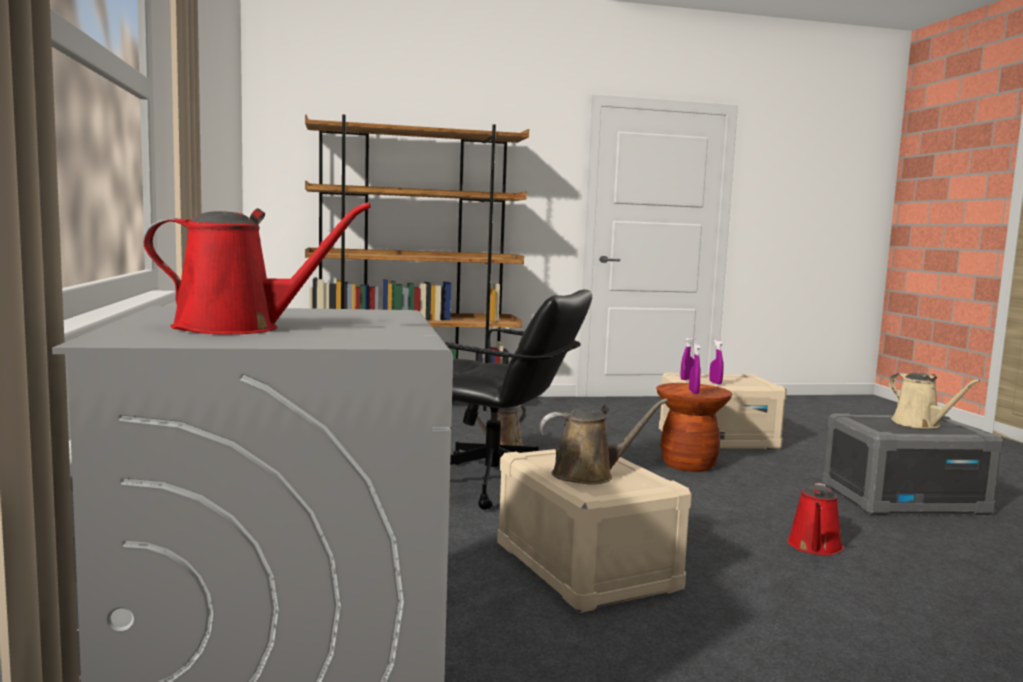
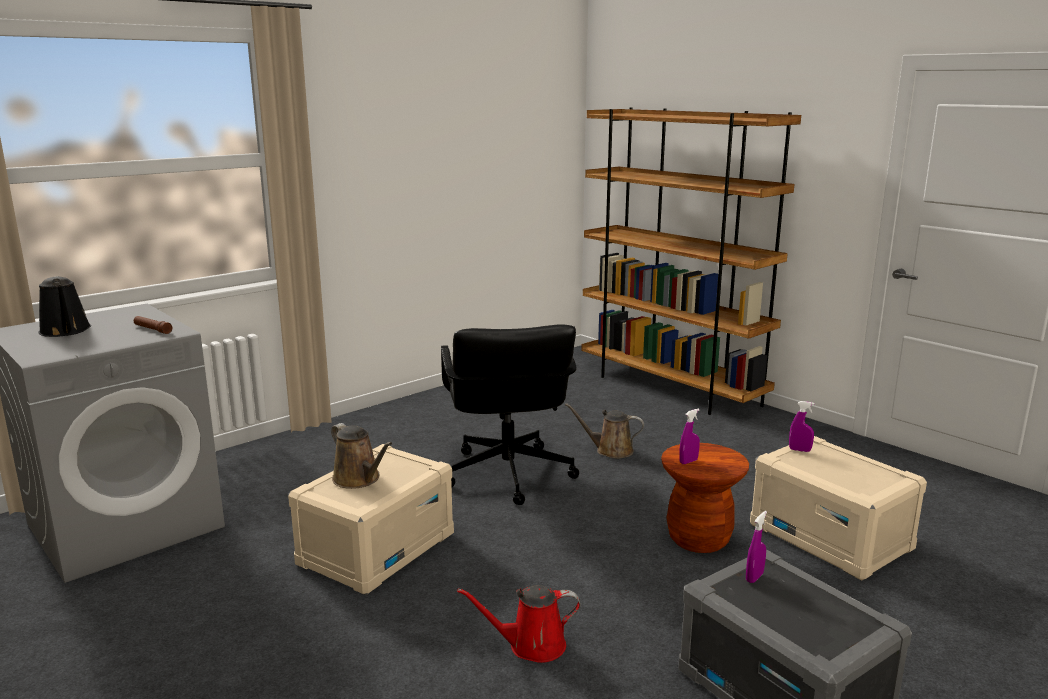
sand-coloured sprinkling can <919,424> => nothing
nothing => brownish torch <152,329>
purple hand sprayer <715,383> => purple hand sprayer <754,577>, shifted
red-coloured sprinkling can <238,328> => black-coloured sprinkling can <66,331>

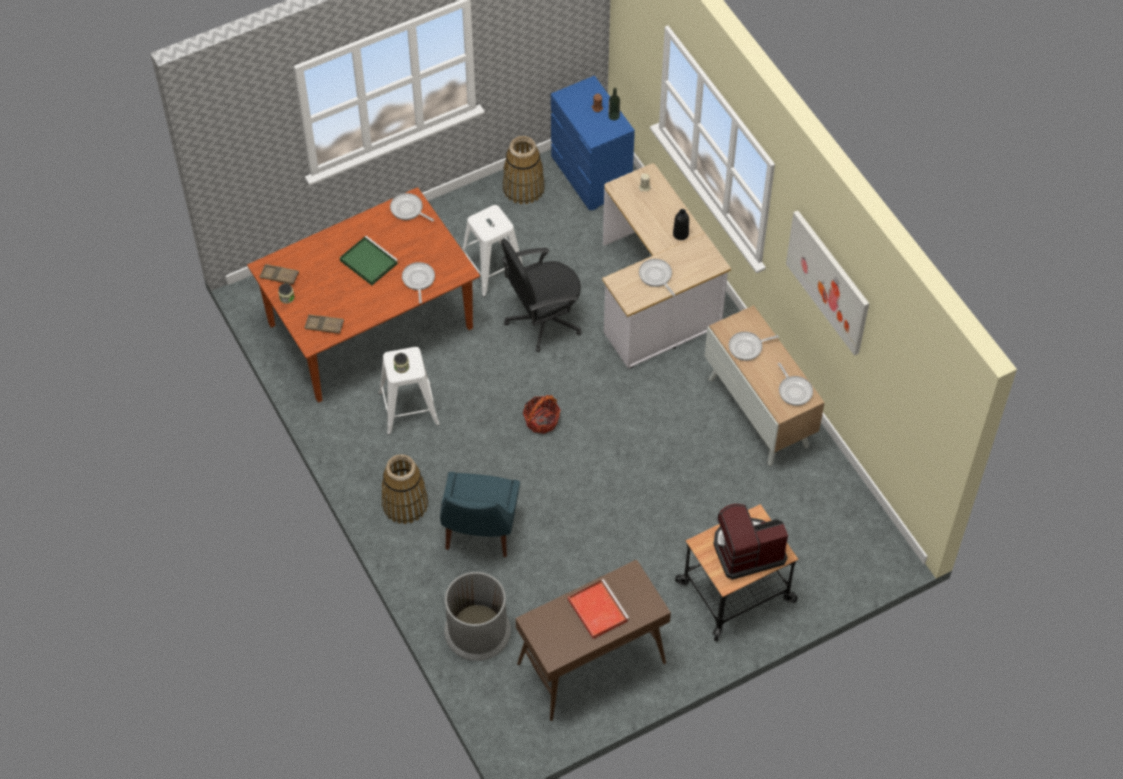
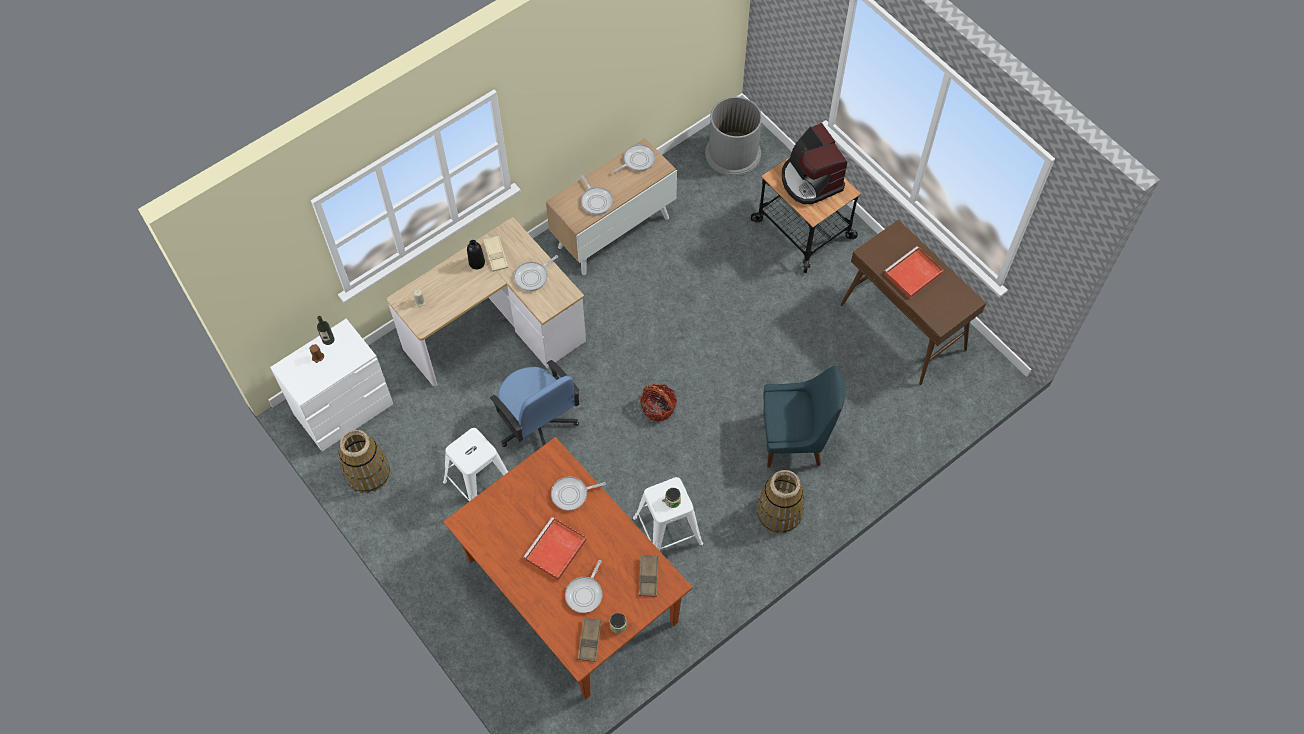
picture <828,282> => nothing
nothing => sand-coloured serving tray <496,255>
pan <408,210> => pan <585,593>, shifted
greyish waste bin <477,630> => greyish waste bin <733,153>, shifted
green-coloured serving tray <367,262> => red-coloured serving tray <555,551>
black-coloured desk chair <543,319> => blue-coloured desk chair <537,426>
blue-coloured chest of drawers <591,175> => white chest of drawers <345,410>

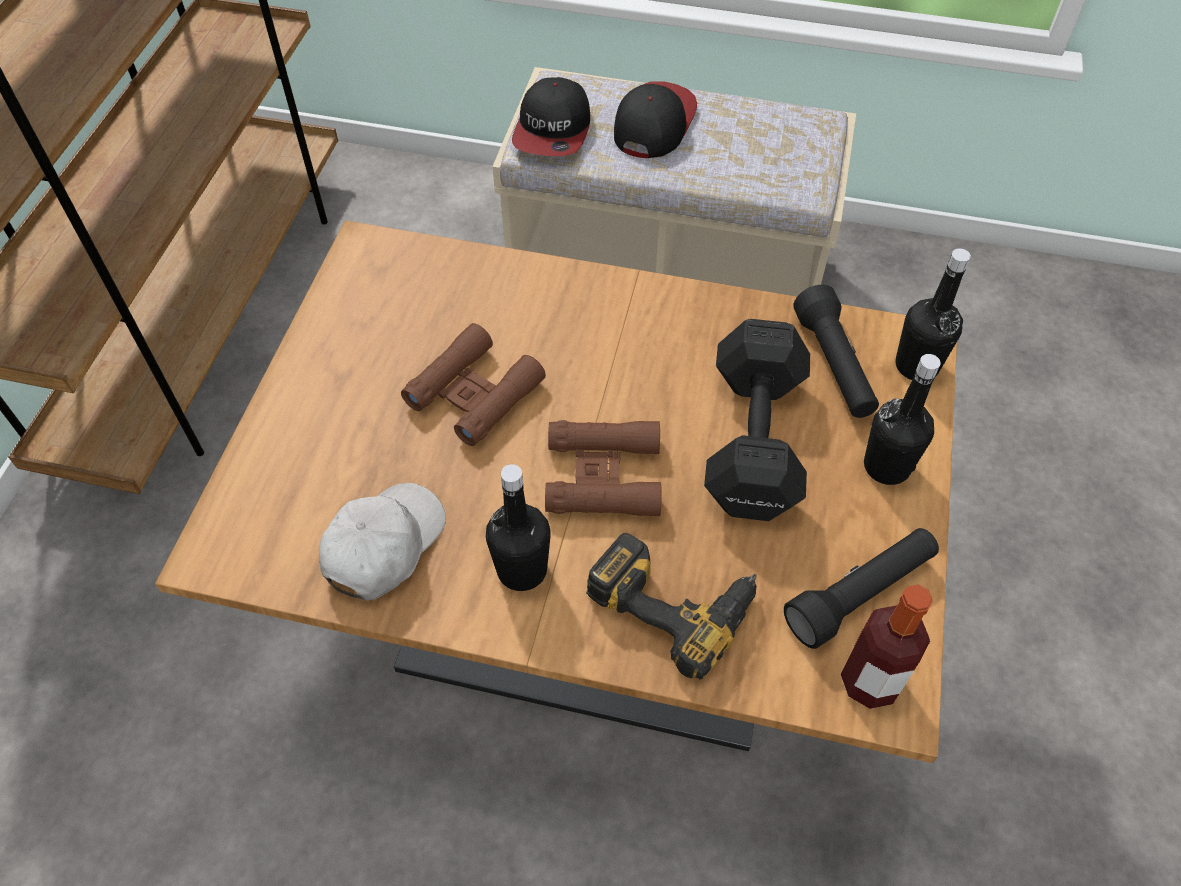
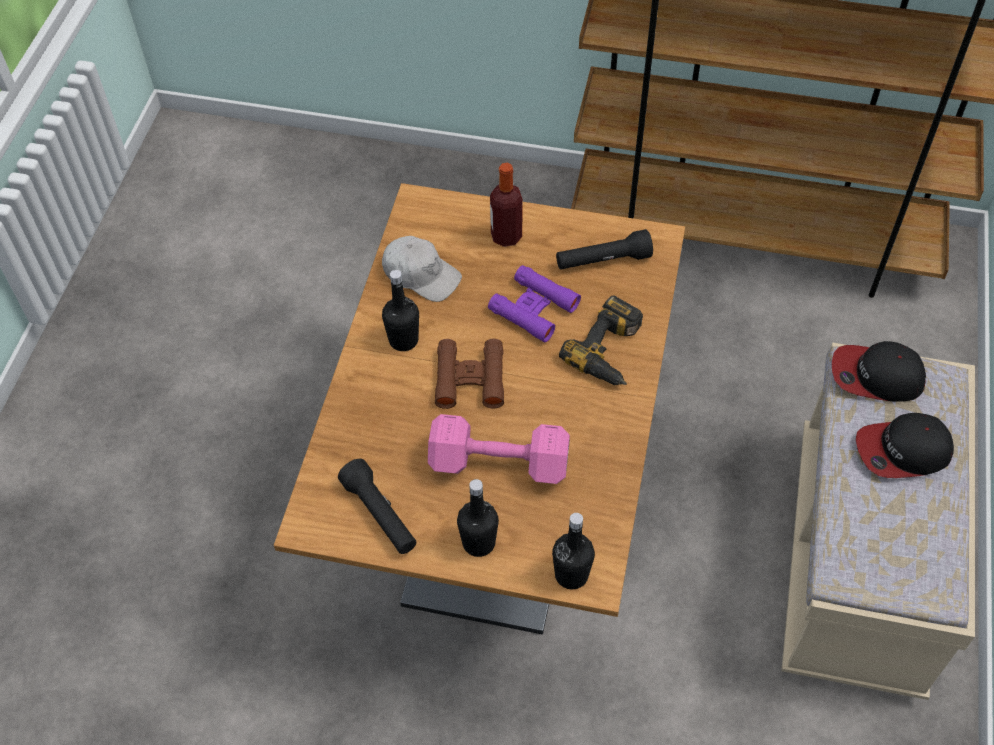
power drill <674,599> => power drill <611,352>, shifted
black-coloured torch <834,366> => black-coloured torch <603,261>, shifted
drink bottle <870,682> => drink bottle <506,236>, shifted
brownish pair of binoculars <474,393> => purple pair of binoculars <534,309>
black-coloured hand weight <756,437> => pinkish hand weight <502,465>
baseball cap <653,123> => baseball cap <902,451>, 150 degrees clockwise

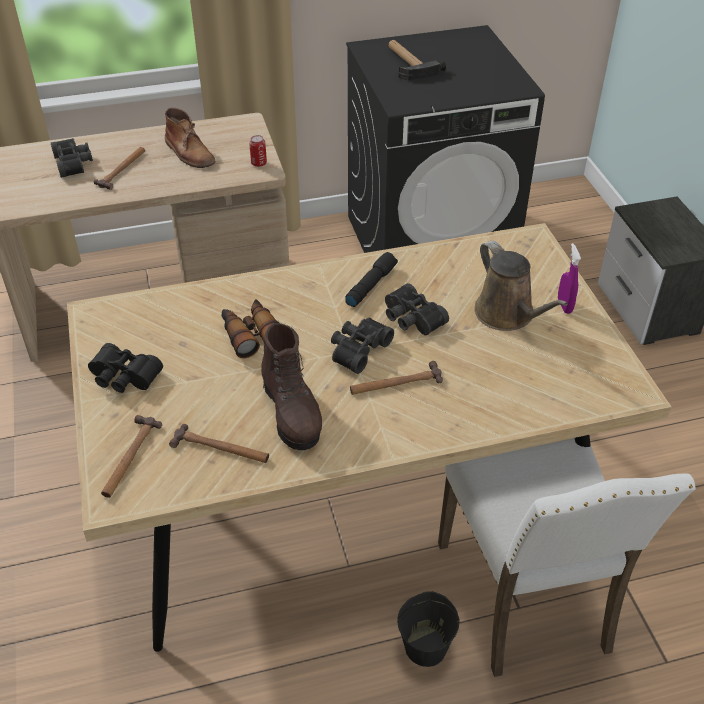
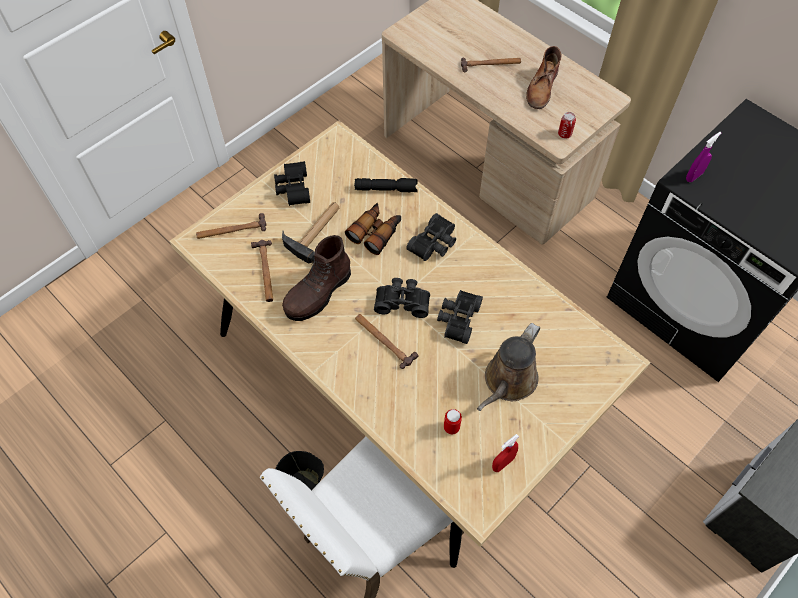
nothing => sealed can <451,427>
nothing => red-coloured hand sprayer <502,463>
black-coloured pair of binoculars <74,163> => black-coloured pair of binoculars <435,244>, shifted
black-coloured torch <370,285> => black-coloured torch <386,188>, shifted
tool hammer <408,63> => tool hammer <315,232>, shifted
purple hand sprayer <564,306> => purple hand sprayer <694,176>, shifted

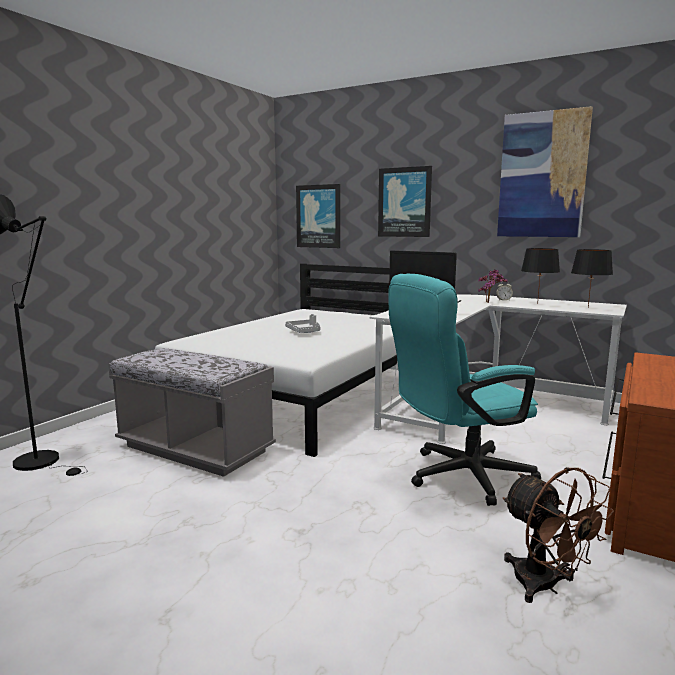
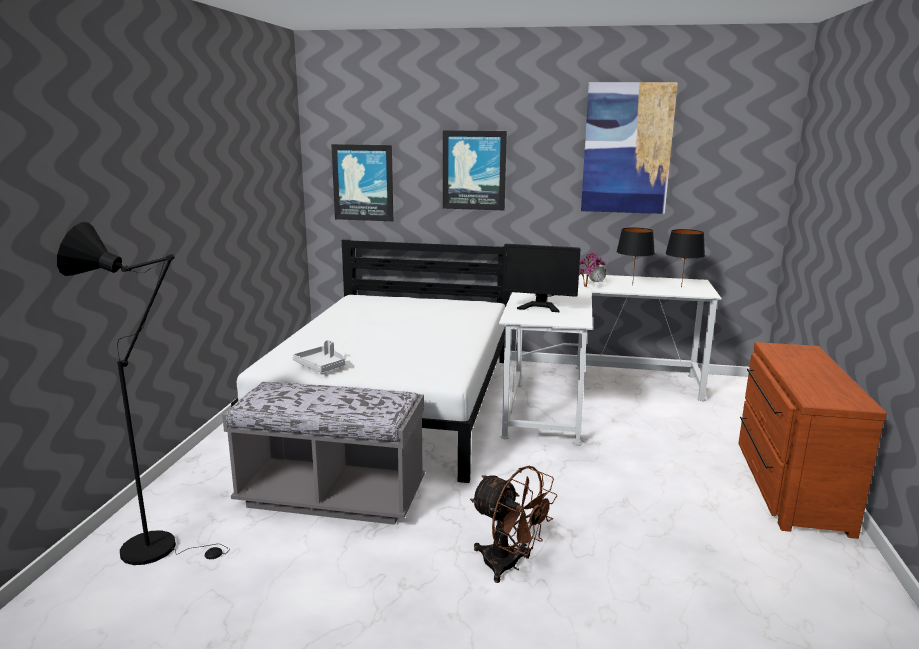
blue-green desk chair <458,476> => nothing
greyish serving tray <304,331> => greyish serving tray <321,366>, shifted
brownish cooling fan <545,586> => brownish cooling fan <509,565>, shifted

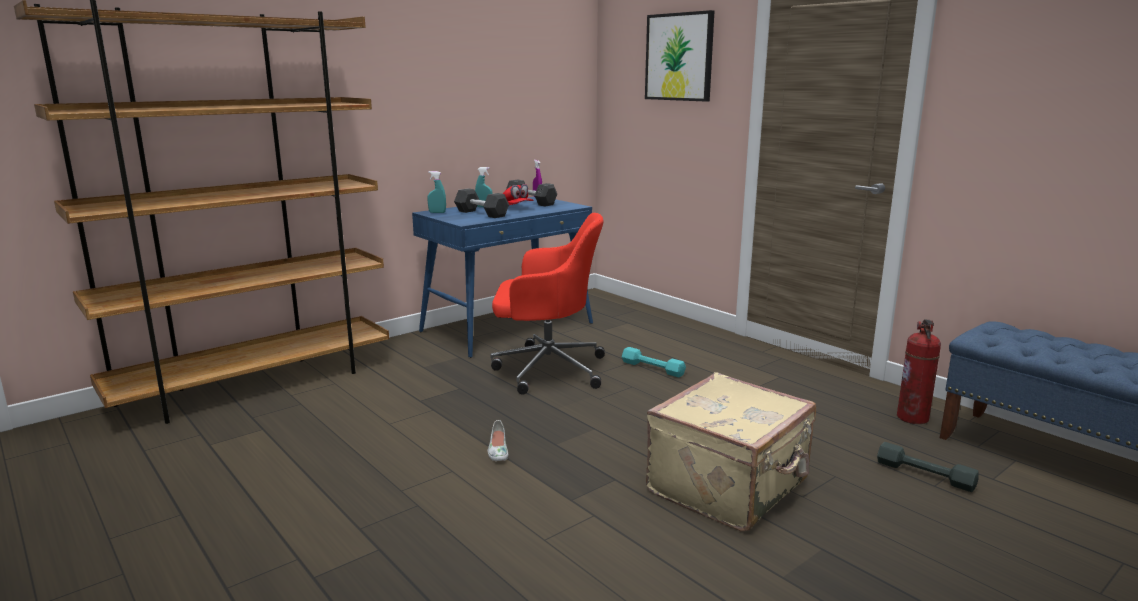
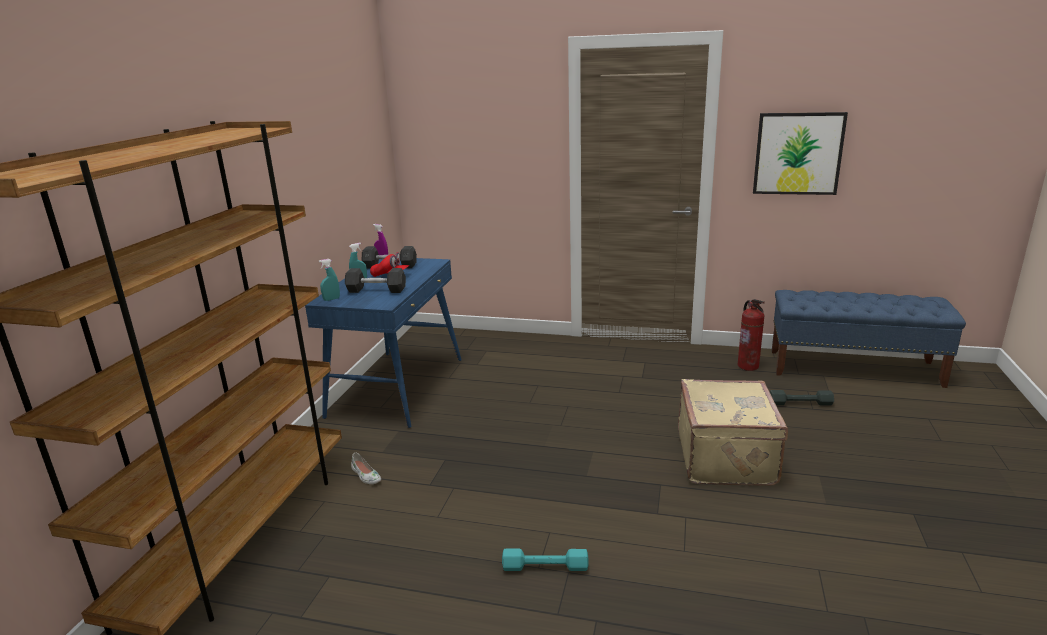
red-coloured desk chair <546,369> => nothing
white low shoe <497,450> => white low shoe <365,475>, shifted
blue-green hand weight <653,368> => blue-green hand weight <545,566>, shifted
picture <679,57> => picture <798,153>, shifted

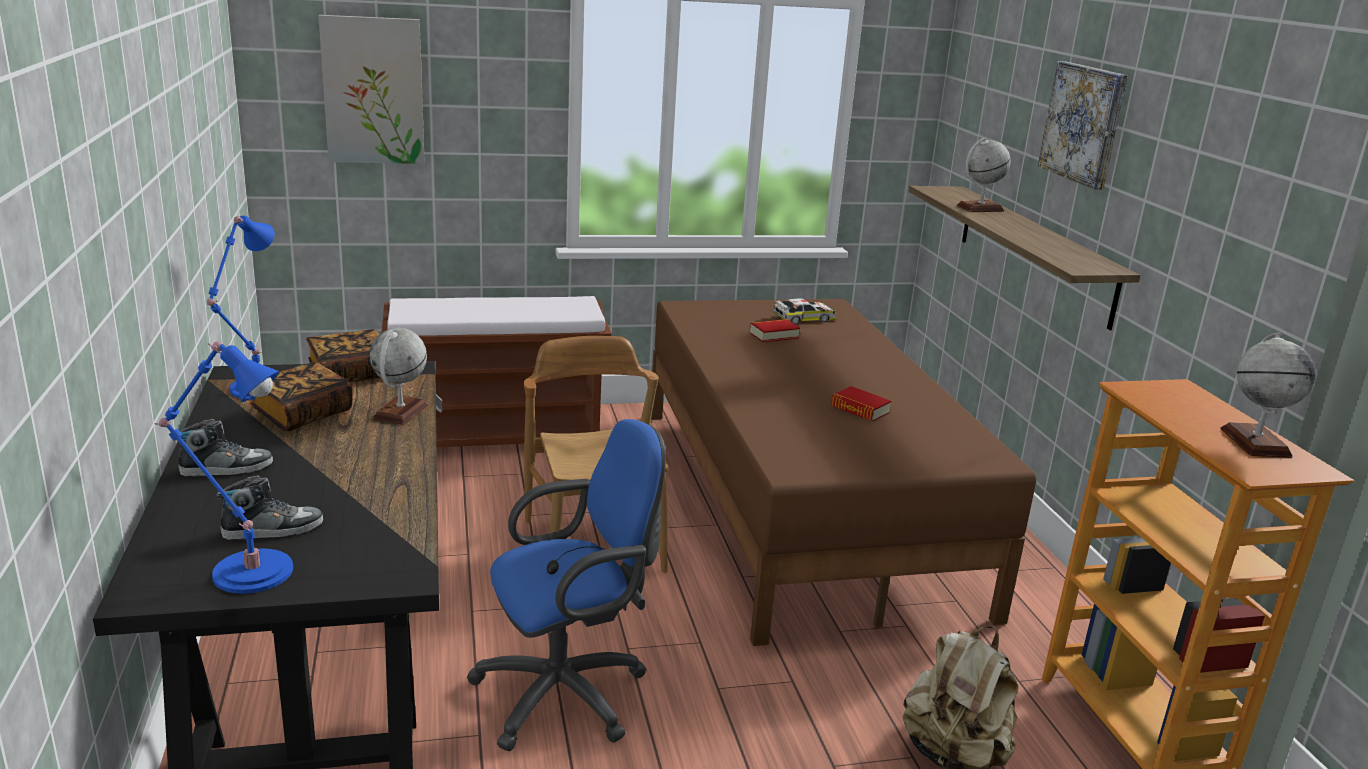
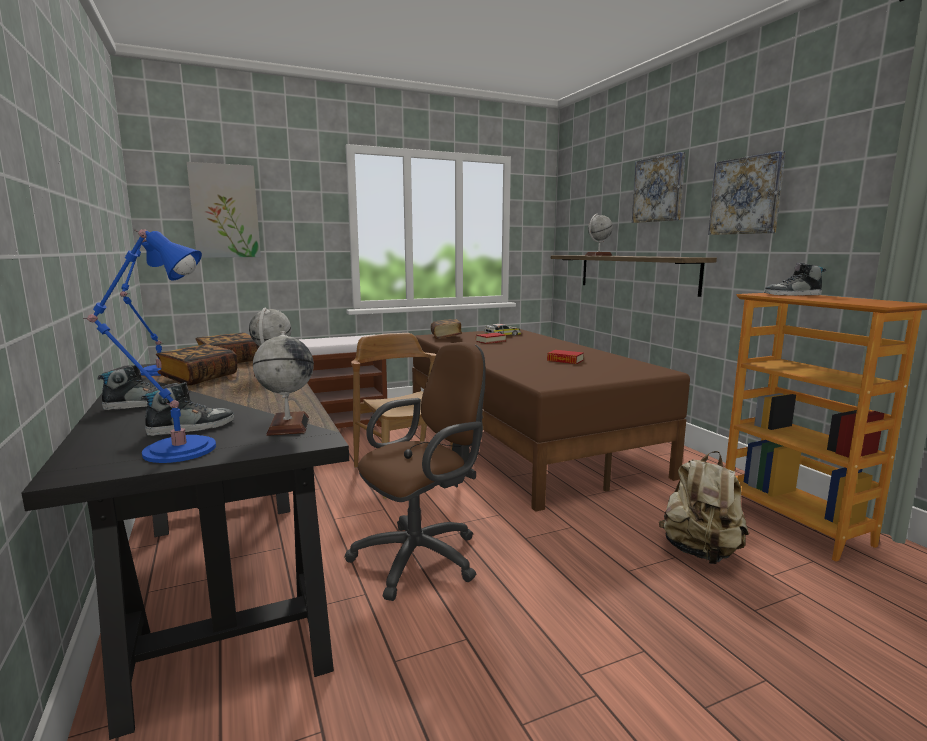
nothing => book <446,337>
nothing => picture <746,196>
nothing => low shoe <792,295>
desk globe <1254,442> => desk globe <288,425>, shifted
blue-coloured desk chair <569,693> => brownish desk chair <423,556>

